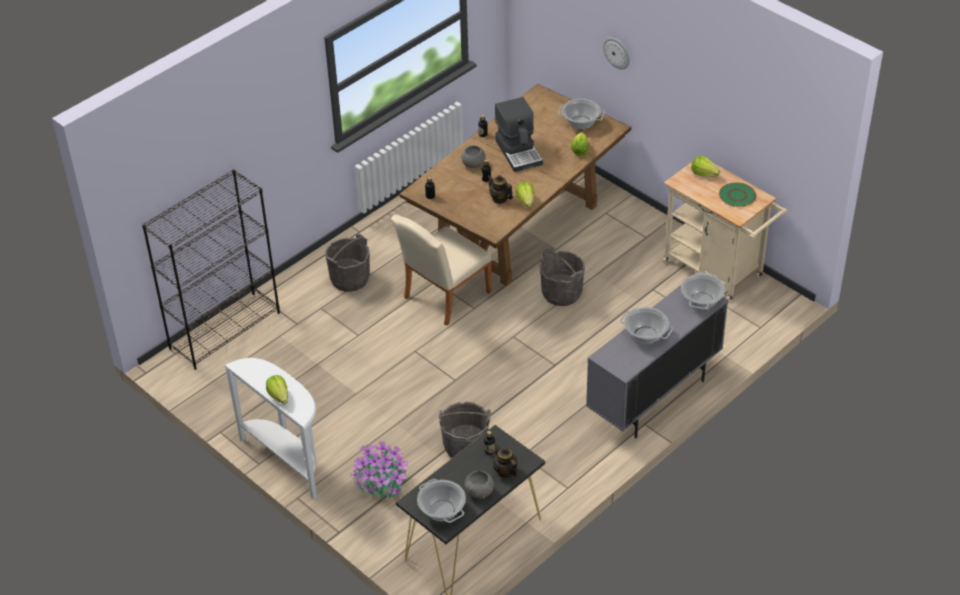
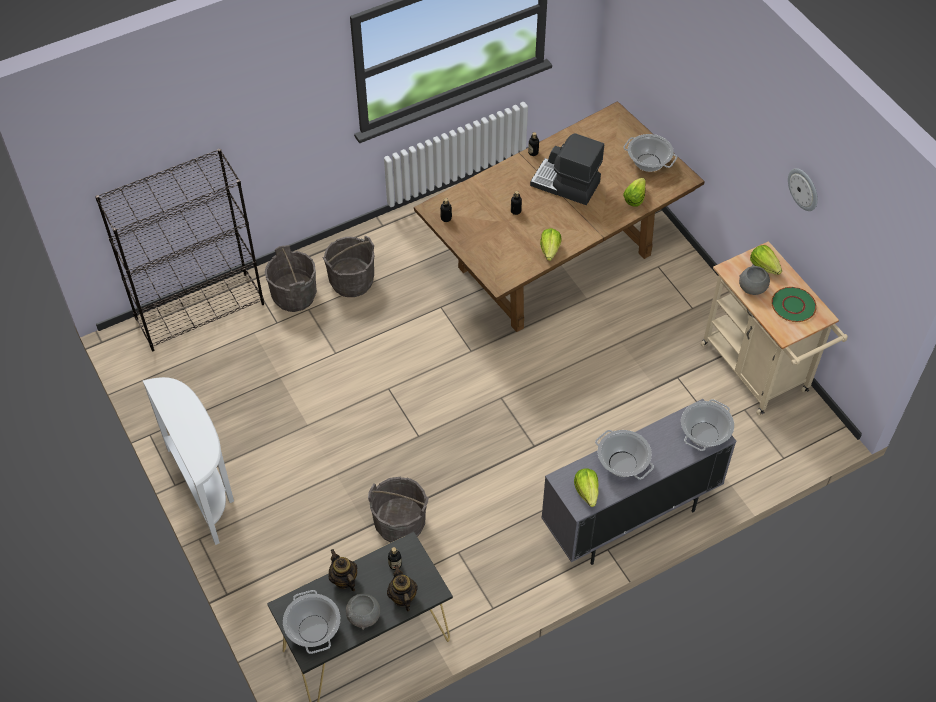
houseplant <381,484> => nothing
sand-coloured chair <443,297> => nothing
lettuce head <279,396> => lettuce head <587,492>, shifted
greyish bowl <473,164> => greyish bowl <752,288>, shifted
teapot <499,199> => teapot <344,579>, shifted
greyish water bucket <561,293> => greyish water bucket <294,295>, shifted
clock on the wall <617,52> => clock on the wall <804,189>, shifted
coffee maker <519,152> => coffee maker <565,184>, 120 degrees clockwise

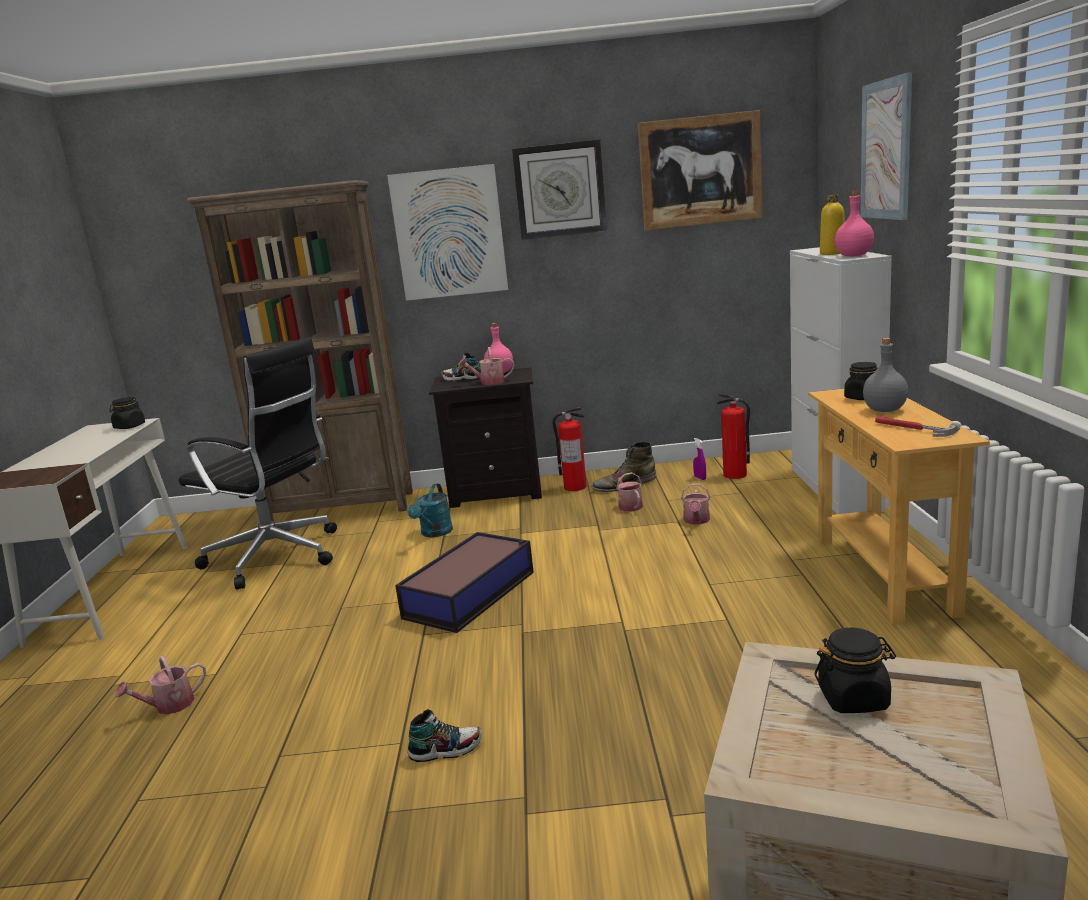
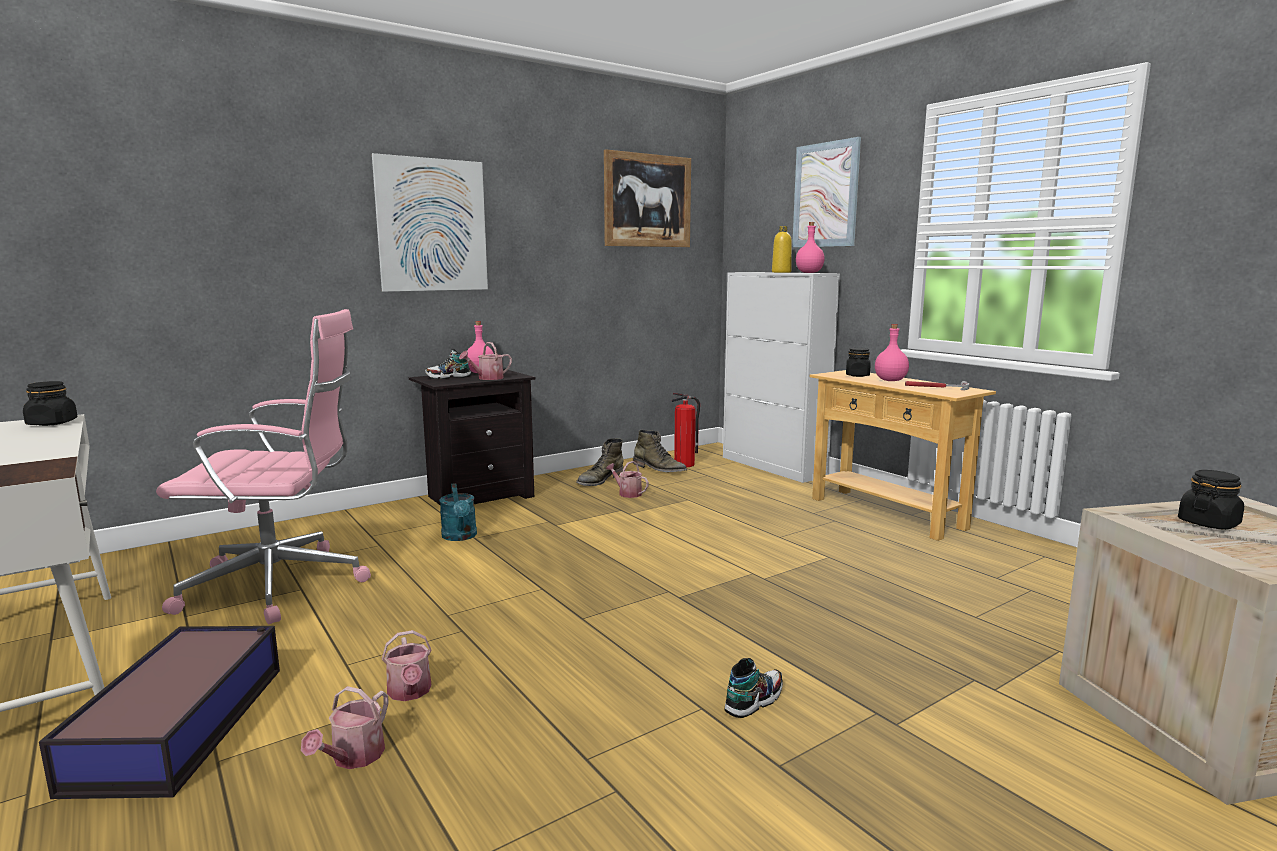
brownish bookshelf <342,508> => nothing
clock on the wall <559,190> => nothing
fire extinguisher <574,487> => nothing
storage container <471,594> => storage container <183,724>, shifted
sprinkling can <696,521> => sprinkling can <410,692>, shifted
purple hand sprayer <700,478> => green-coloured boot <659,469>
black-coloured desk chair <277,557> => pinkish desk chair <281,585>
greyish drink bottle <884,410> => pinkish drink bottle <889,380>

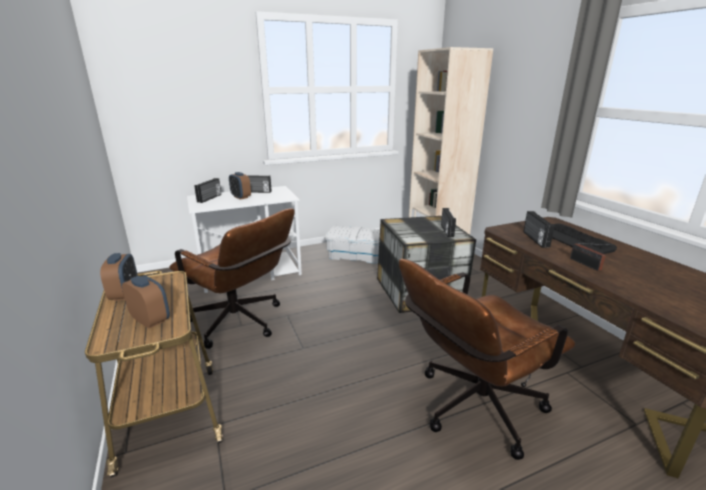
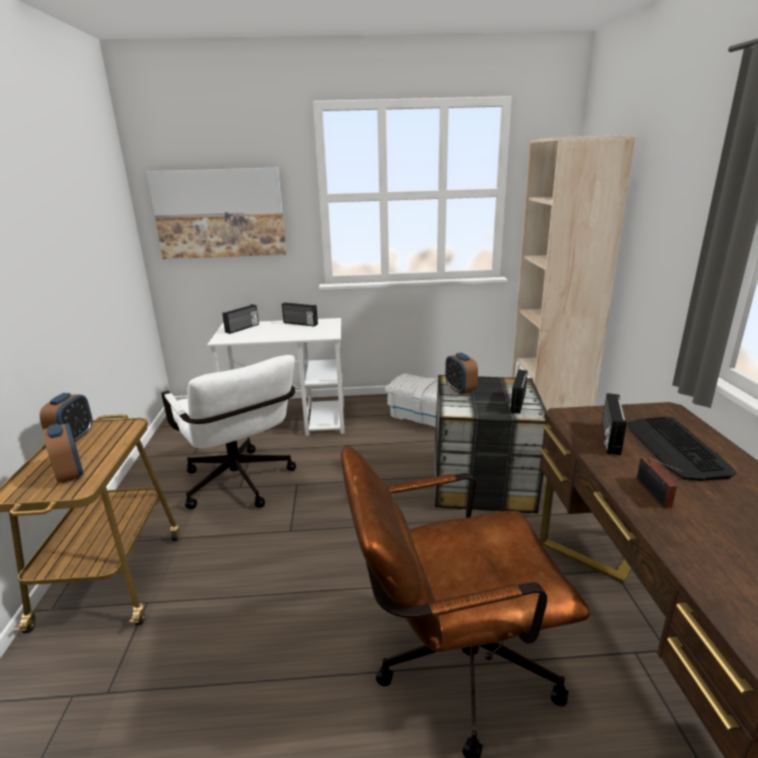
nothing => picture <220,213>
bedside clock <241,197> => bedside clock <460,389>, shifted
brownish desk chair <241,324> => white desk chair <241,486>

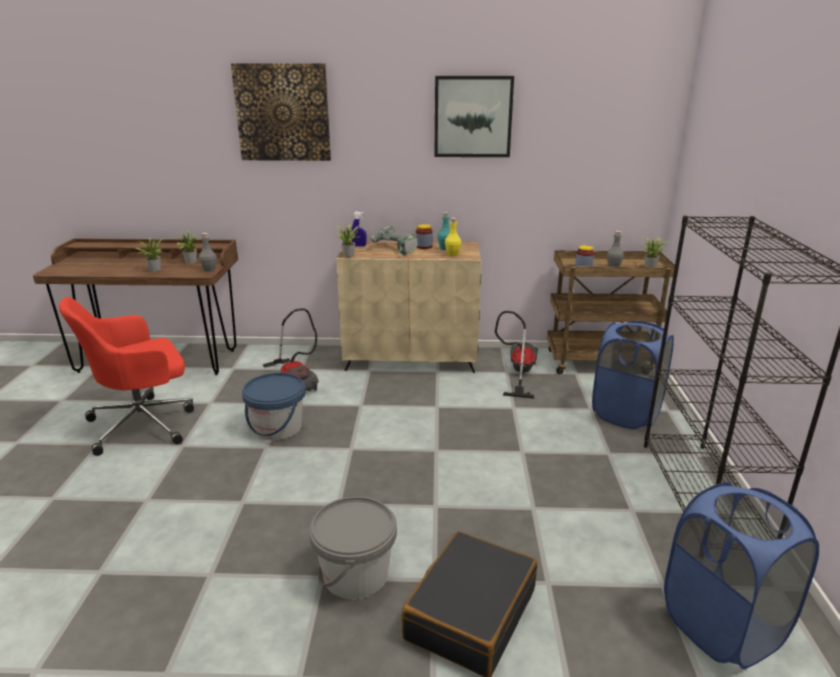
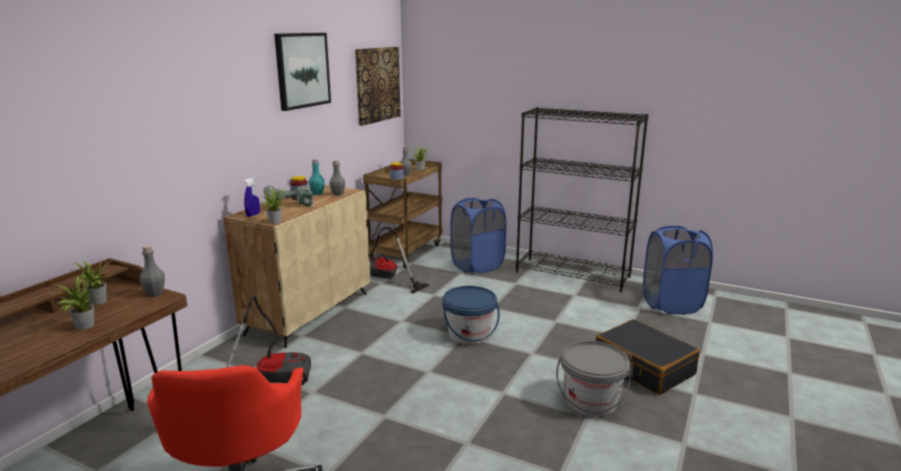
picture <283,112> => picture <377,84>, shifted
blue-coloured water bucket <278,427> => blue-coloured water bucket <469,334>, shifted
yellow-coloured drink bottle <452,254> => greyish drink bottle <338,194>

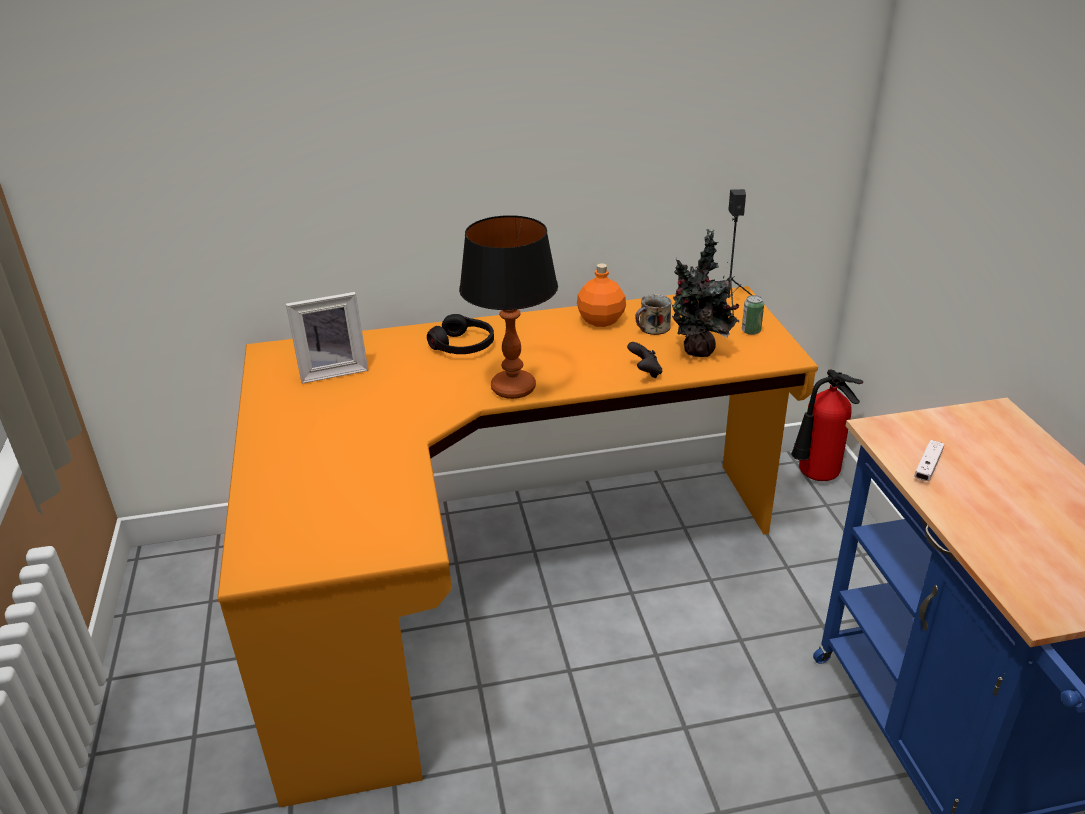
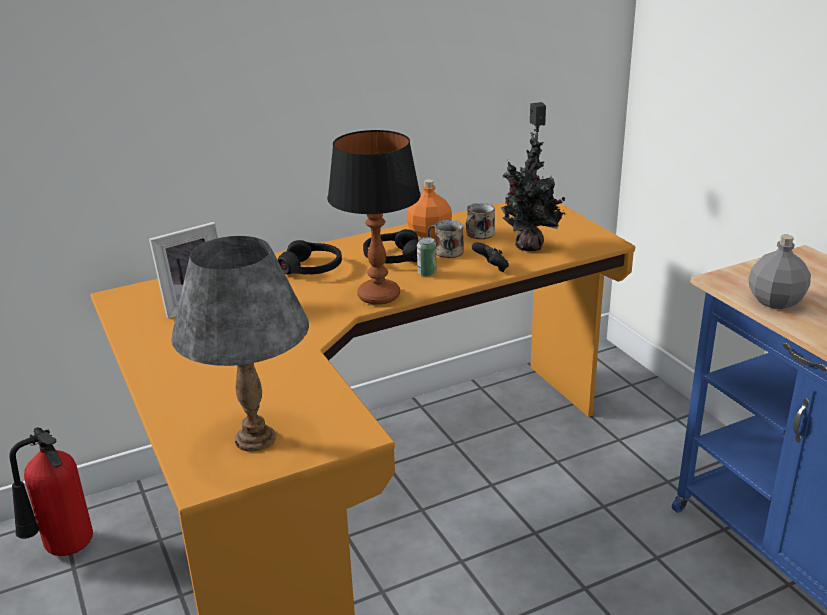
nothing => greyish table lamp <255,439>
nothing => black-coloured headphones <393,257>
nothing => coffee mug <446,251>
sealed can <751,331> => sealed can <427,273>, shifted
fire extinguisher <815,477> => fire extinguisher <64,550>, shifted
white game controller <927,467> => greyish drink bottle <774,301>

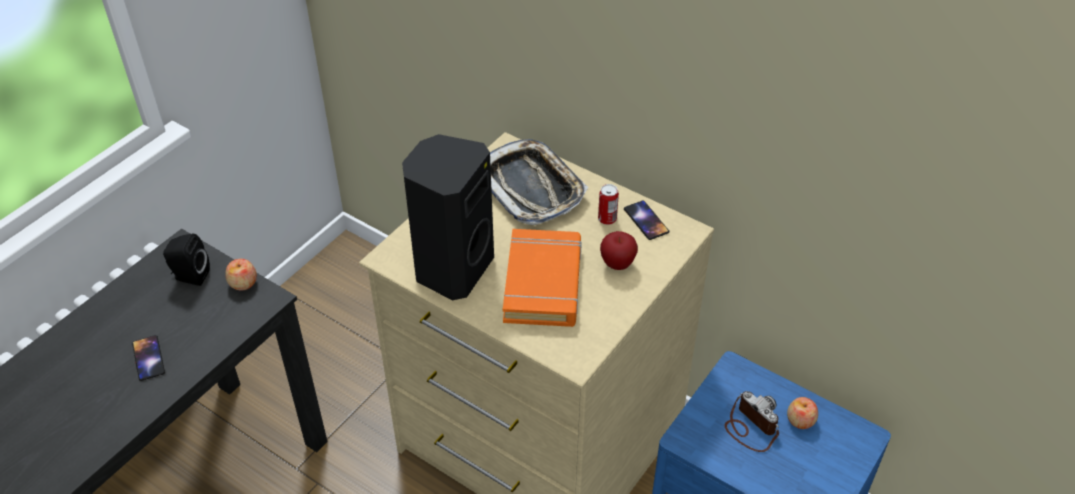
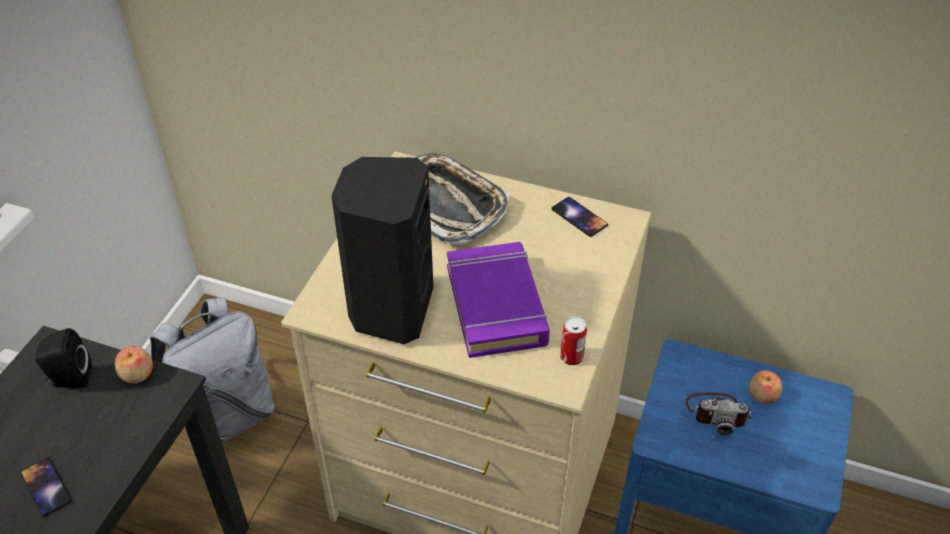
apple <617,264> => nothing
nothing => greyish rucksack <227,416>
sealed can <607,219> => sealed can <571,357>, shifted
orangey book <543,283> => purple book <496,305>
still camera <750,427> => still camera <717,413>, 150 degrees clockwise

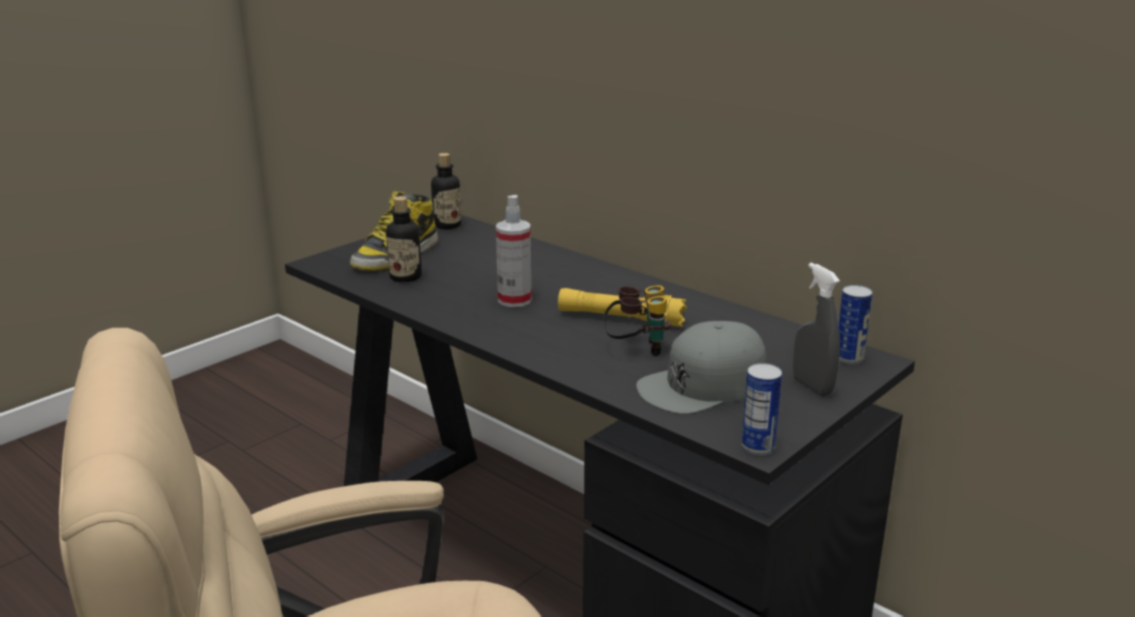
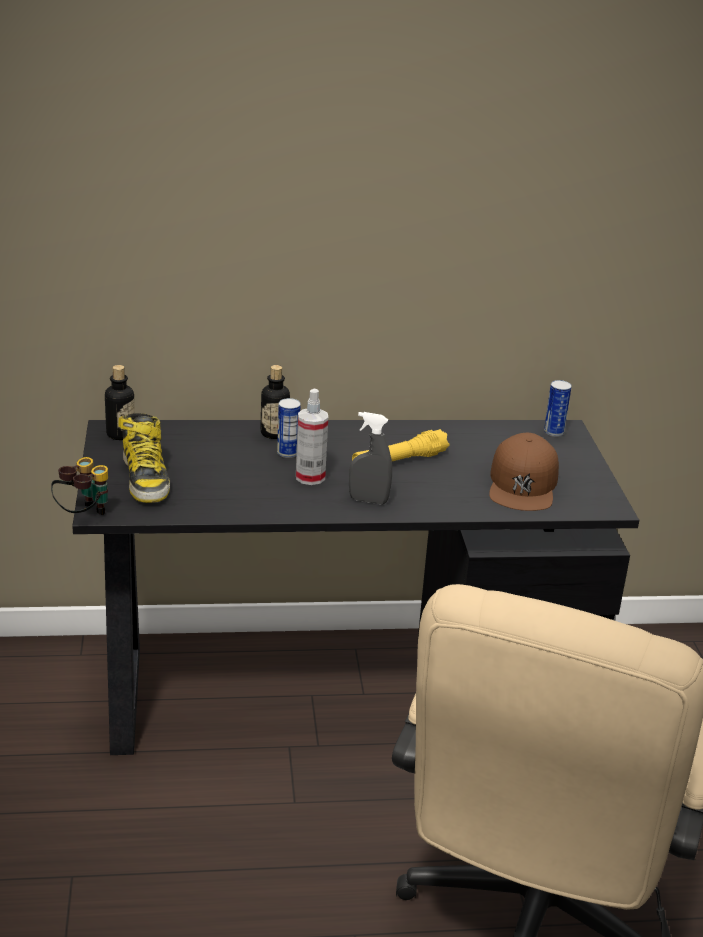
drink bottle <405,277> => drink bottle <274,433>, shifted
pair of binoculars <636,349> => pair of binoculars <83,515>, shifted
sealed can <757,447> => sealed can <287,453>, shifted
greyish hand sprayer <812,387> => greyish hand sprayer <368,500>, shifted
greyish baseball cap <703,384> => brownish baseball cap <523,484>

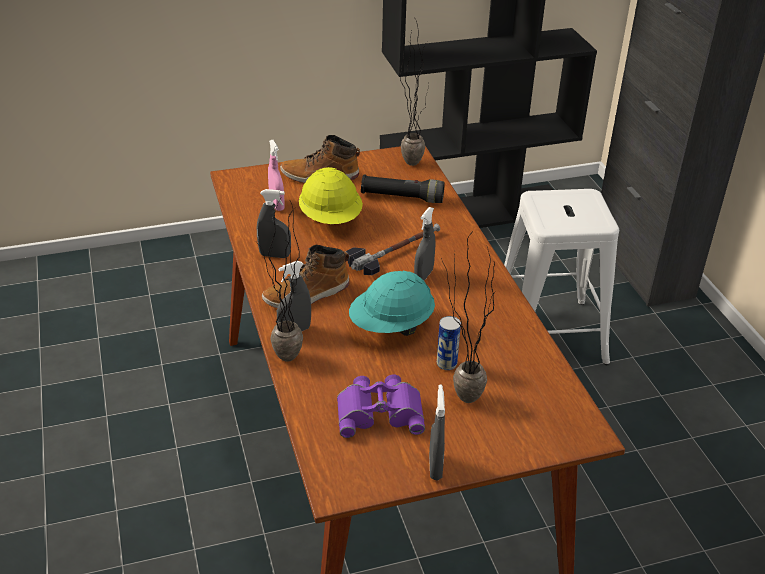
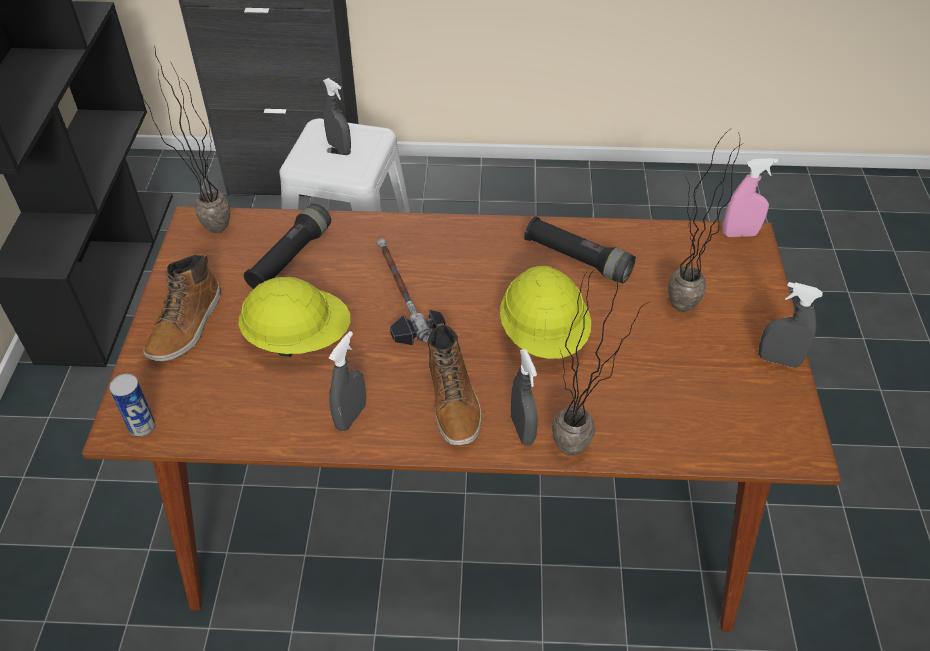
purple pair of binoculars <380,411> => nothing
nothing => black-coloured torch <577,259>
pinkish hand sprayer <277,205> => pinkish hand sprayer <739,234>, shifted
greyish hand sprayer <423,275> => greyish hand sprayer <339,147>, shifted
sealed can <446,364> => sealed can <142,427>, shifted
blue-green safety helmet <391,326> => yellow-coloured safety helmet <544,335>

